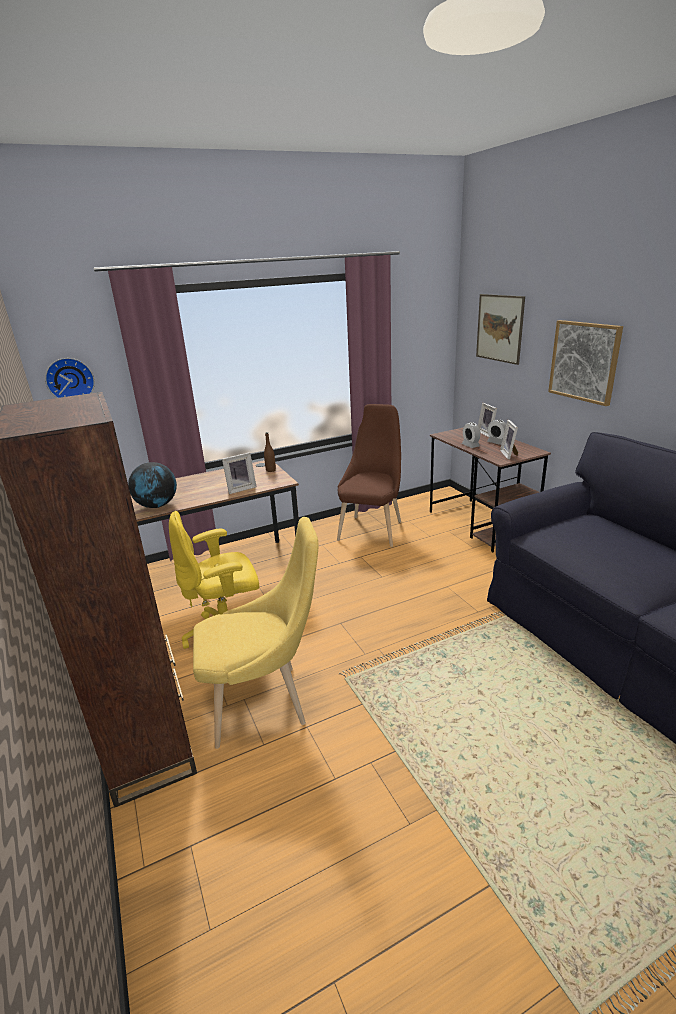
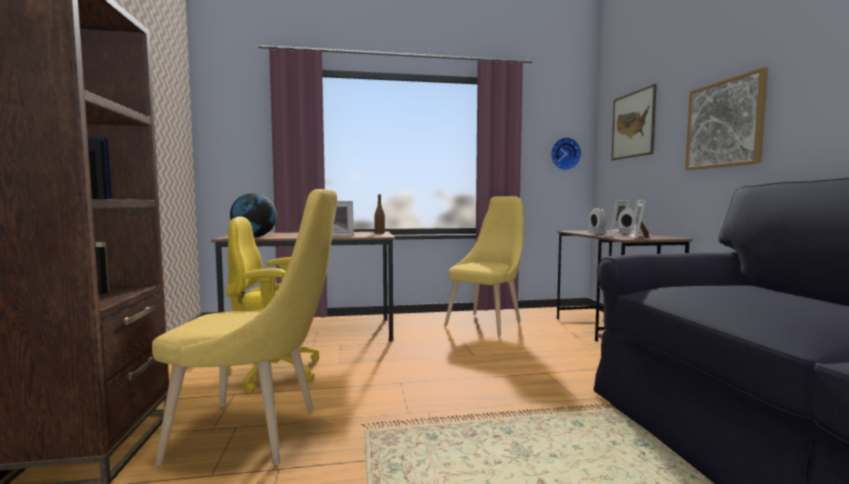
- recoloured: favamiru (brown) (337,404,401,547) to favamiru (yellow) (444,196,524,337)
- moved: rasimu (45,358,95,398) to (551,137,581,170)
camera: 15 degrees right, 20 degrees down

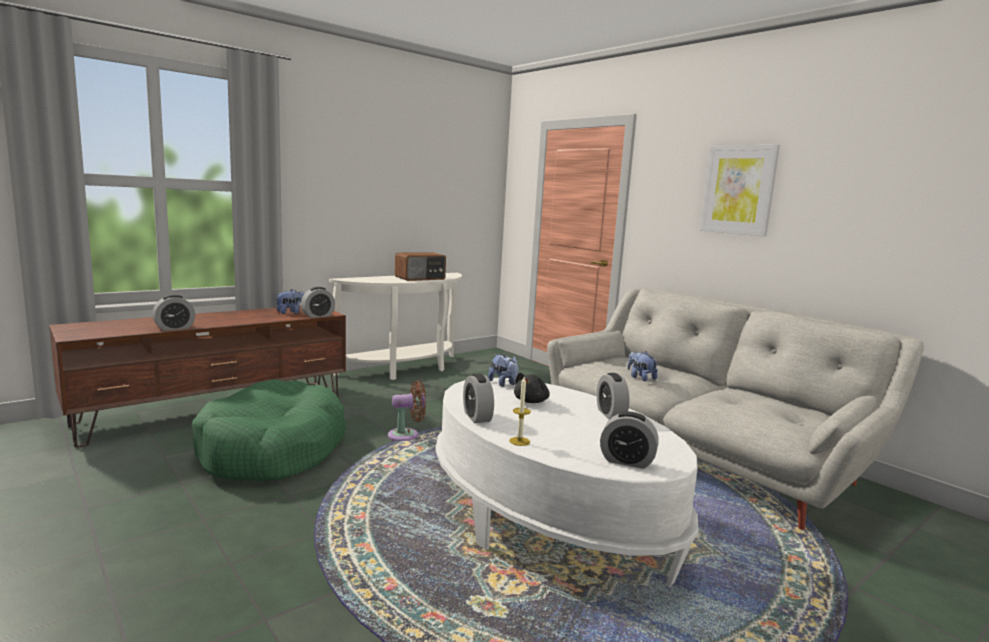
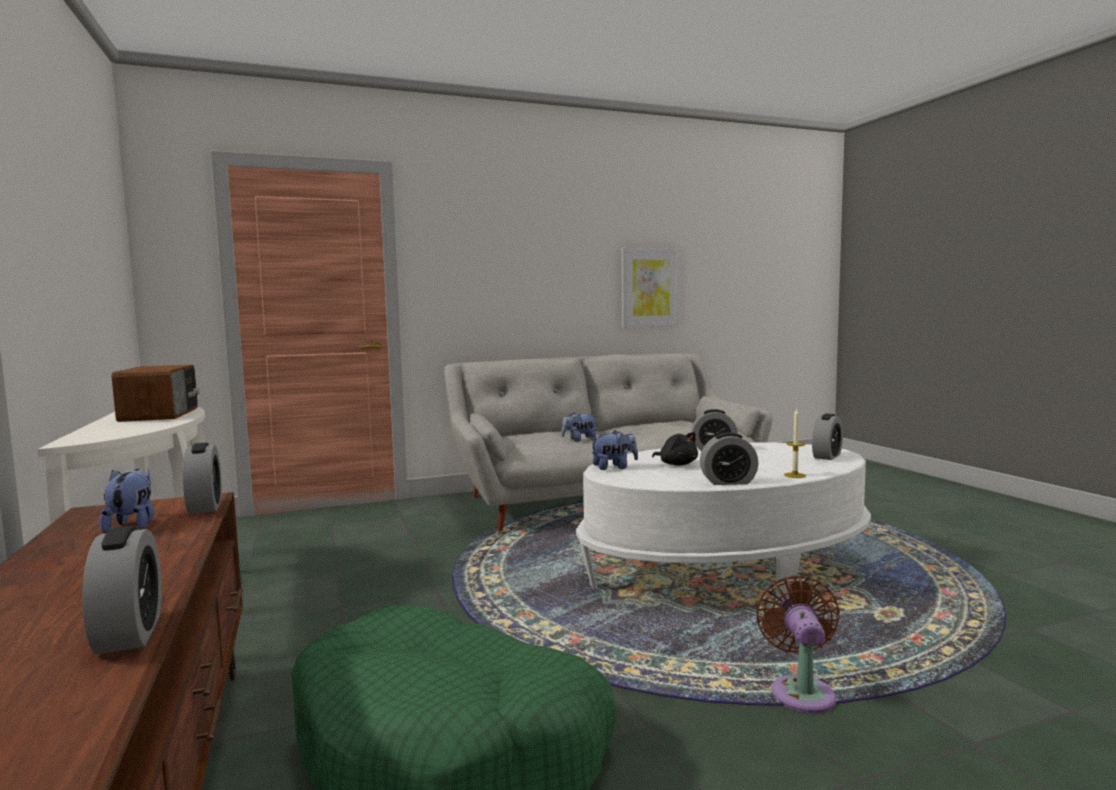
- moved: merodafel (700,144,780,237) to (621,248,680,328)
- moved: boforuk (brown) (388,380,426,441) to (756,575,840,714)
camera: 70 degrees left, 5 degrees down

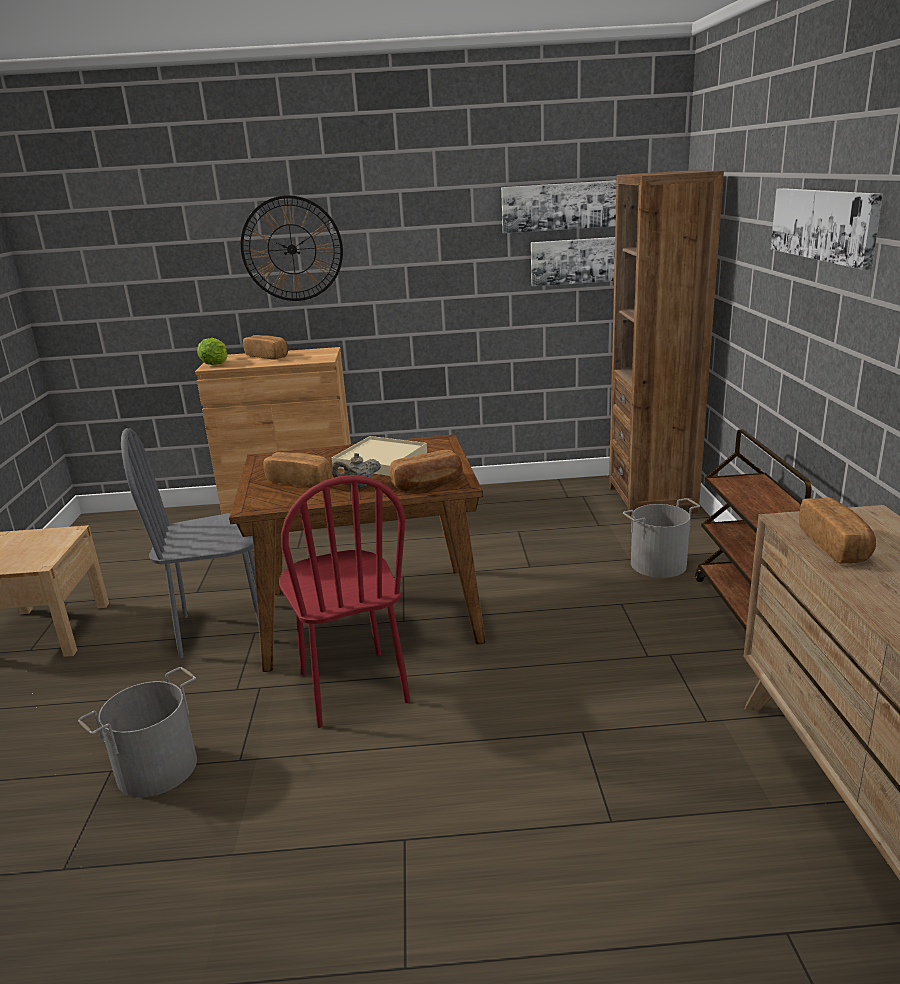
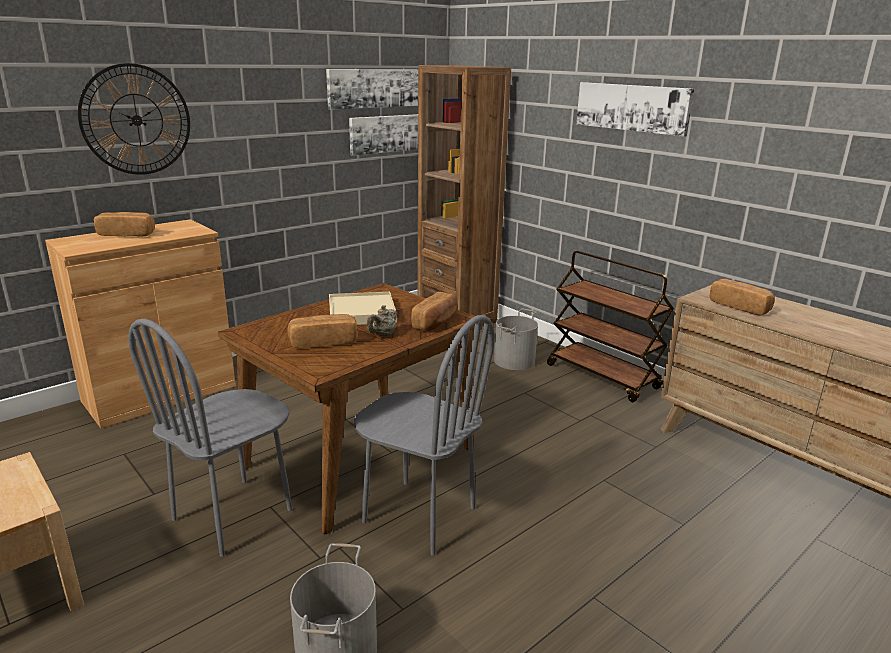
- recoloured: favamiru (red) (279,475,410,728) to favamiru (grey) (353,315,495,555)
- removed: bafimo (197,338,228,365)
camera: 40 degrees left, 0 degrees up

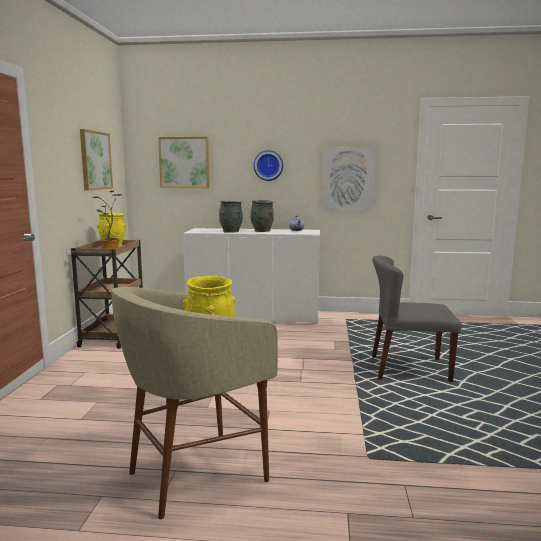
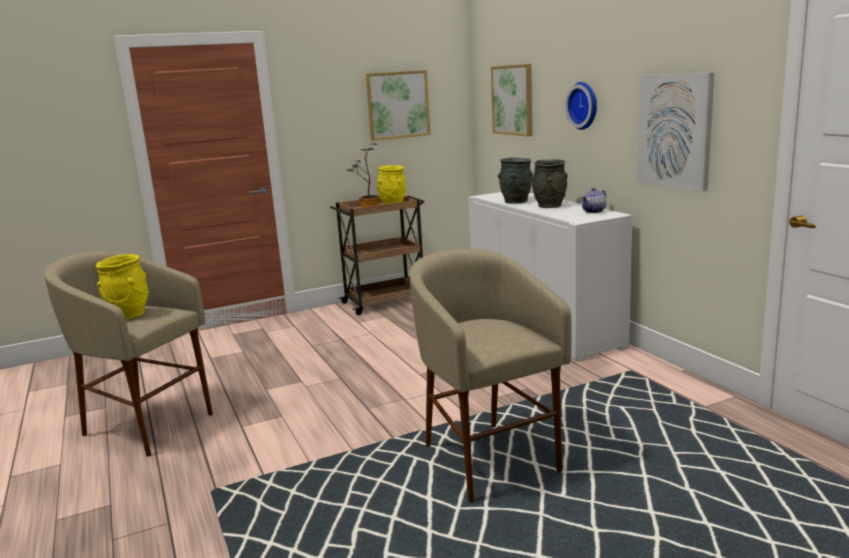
- replaced: favamiru (grey) (372,256,461,382) to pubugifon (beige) (409,248,571,503)
camera: 60 degrees right, 5 degrees up

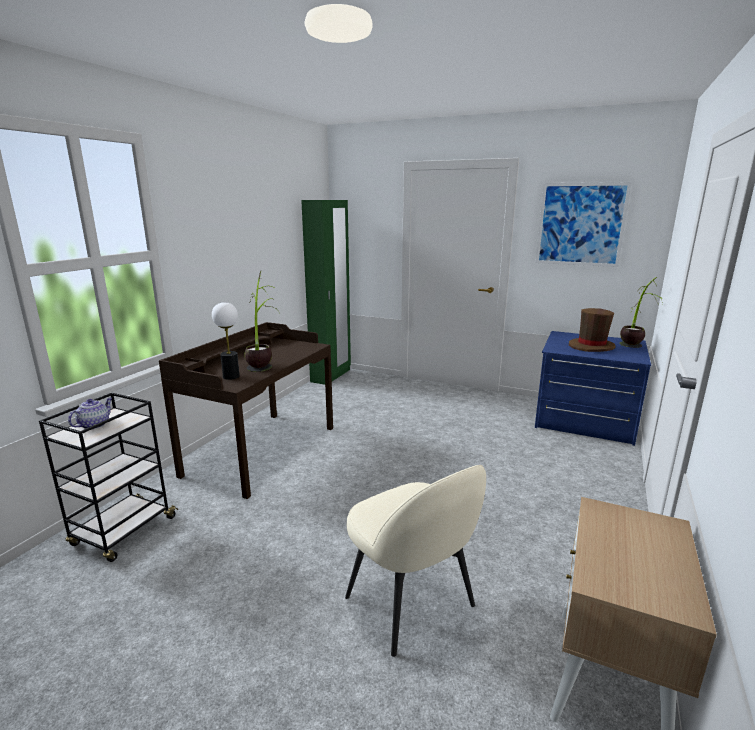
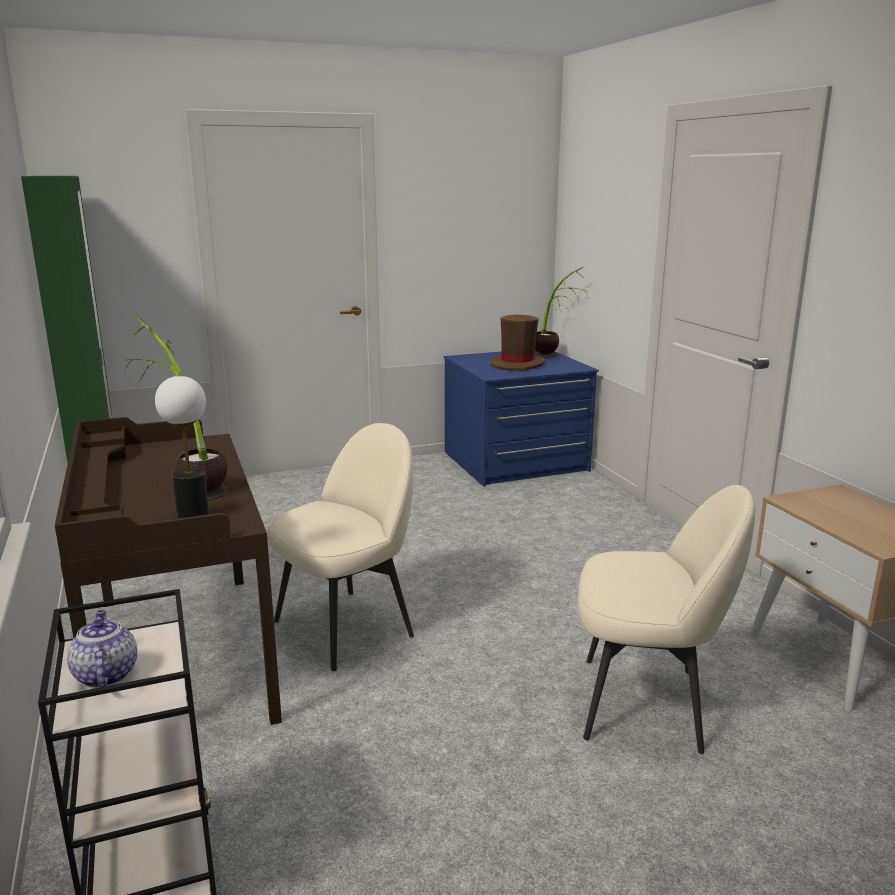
- added: favamiru (beige) (267,423,414,671)
- removed: merodafel (536,182,632,267)
camera: 45 degrees left, 0 degrees up

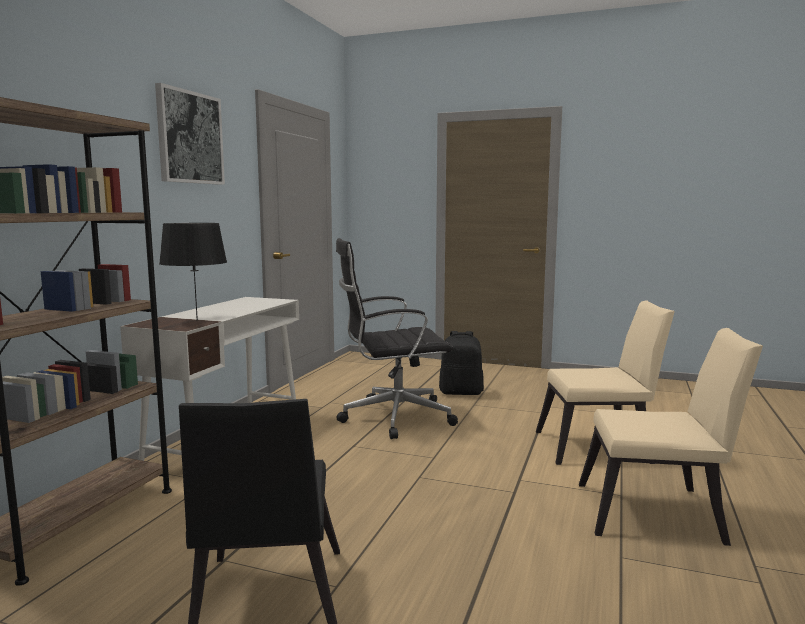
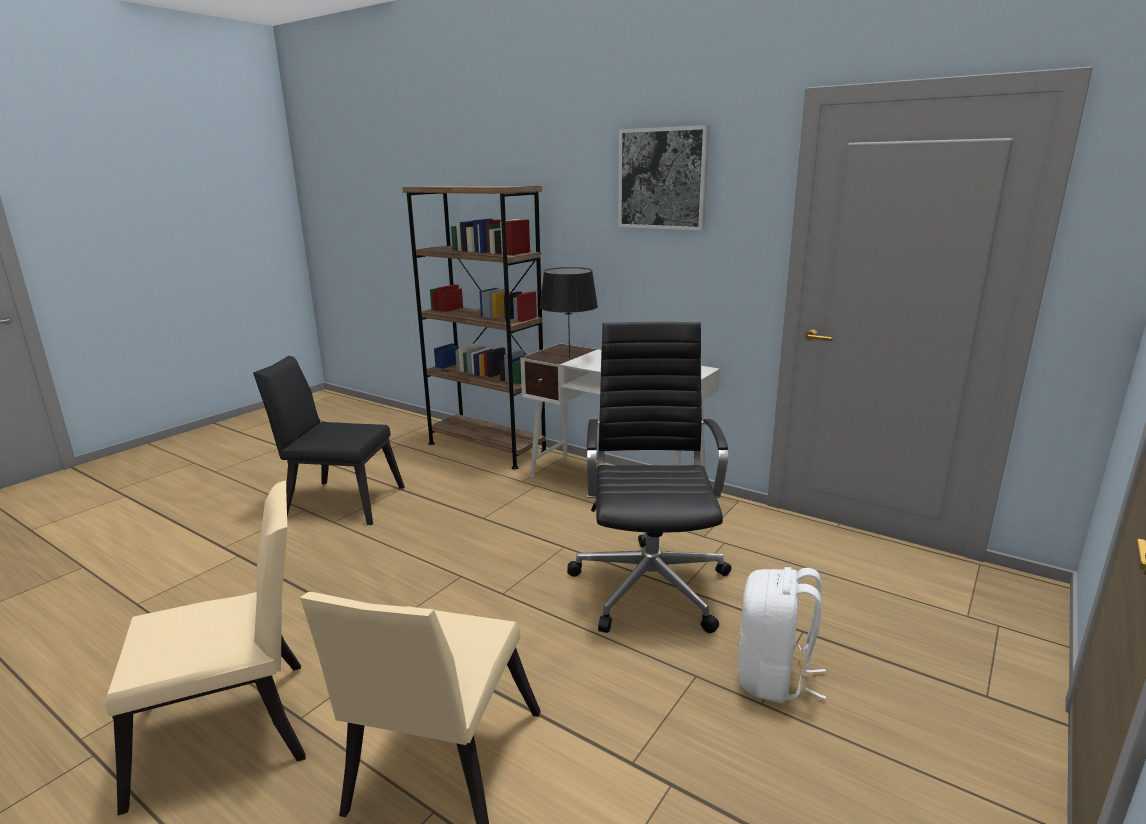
- turned: favamiru (beige) (579,328,763,546) = (105,481,306,815) 135 degrees counterclockwise
- recoloured: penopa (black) (439,331,484,395) to penopa (white) (738,567,826,703)
camera: 105 degrees right, 10 degrees up

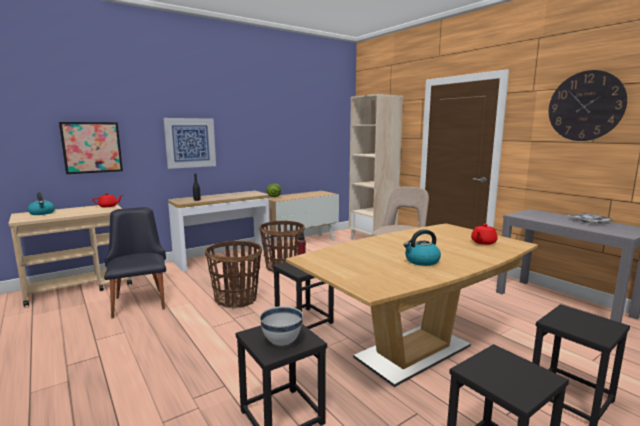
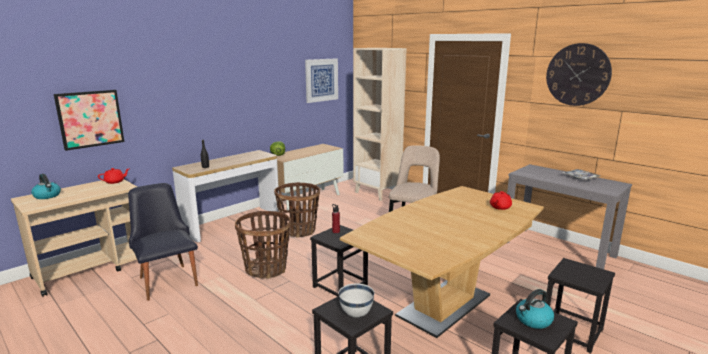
- moved: merodafel (163,118,216,169) to (305,58,338,103)
- moved: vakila (403,229,441,266) to (516,289,554,329)
camera: 10 degrees left, 5 degrees up

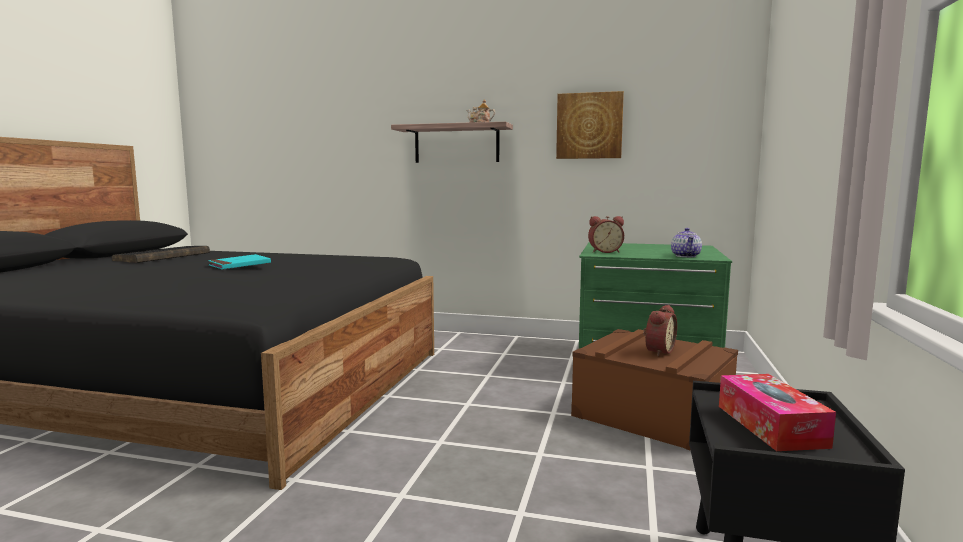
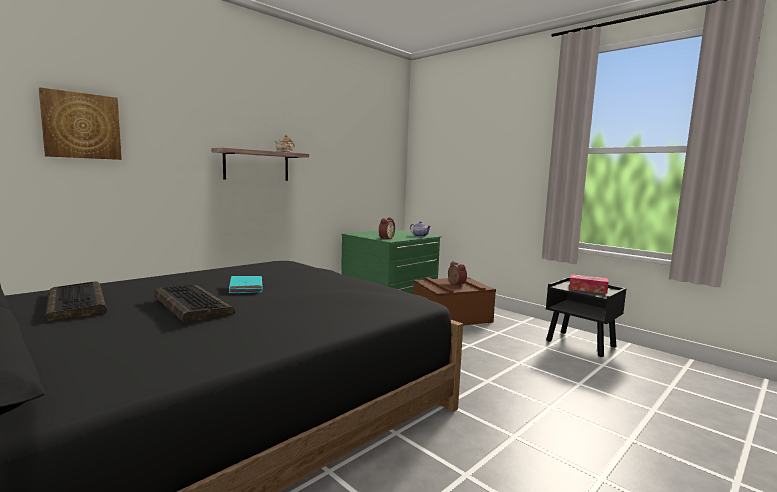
- moved: merodafel (556,91,624,159) to (39,87,122,160)
- added: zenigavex (154,285,235,323)
camera: 60 degrees left, 0 degrees up

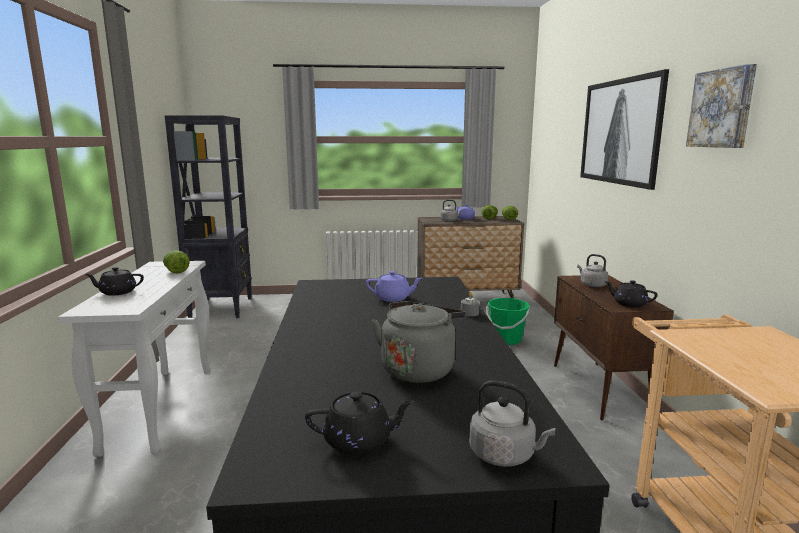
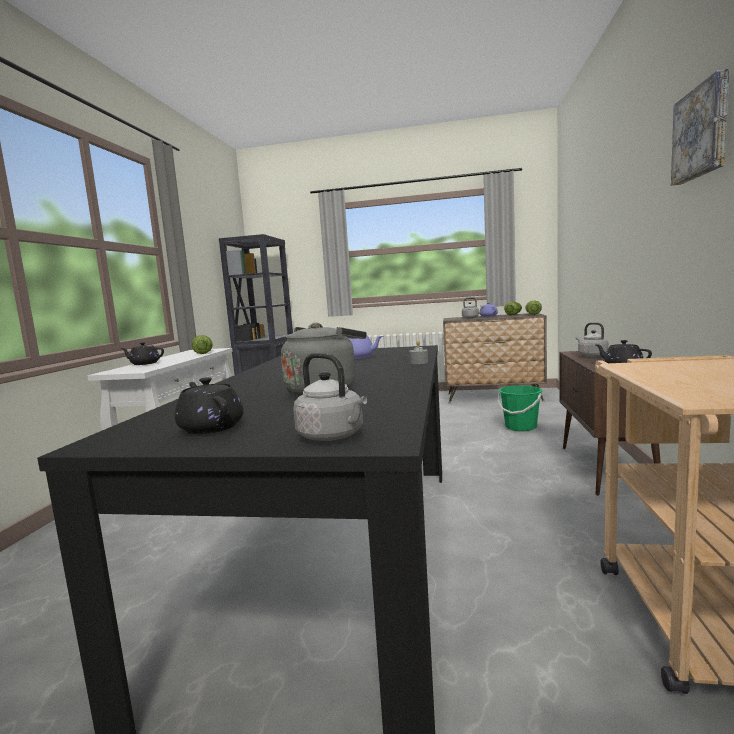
- turned: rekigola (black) (305,392,414,455) = (175,377,244,434) 135 degrees counterclockwise
- removed: merodafel (580,69,669,190)
camera: 15 degrees right, 5 degrees down

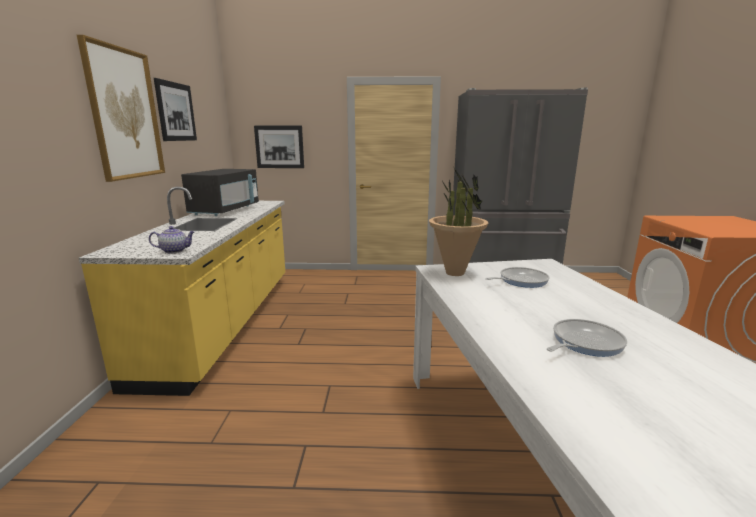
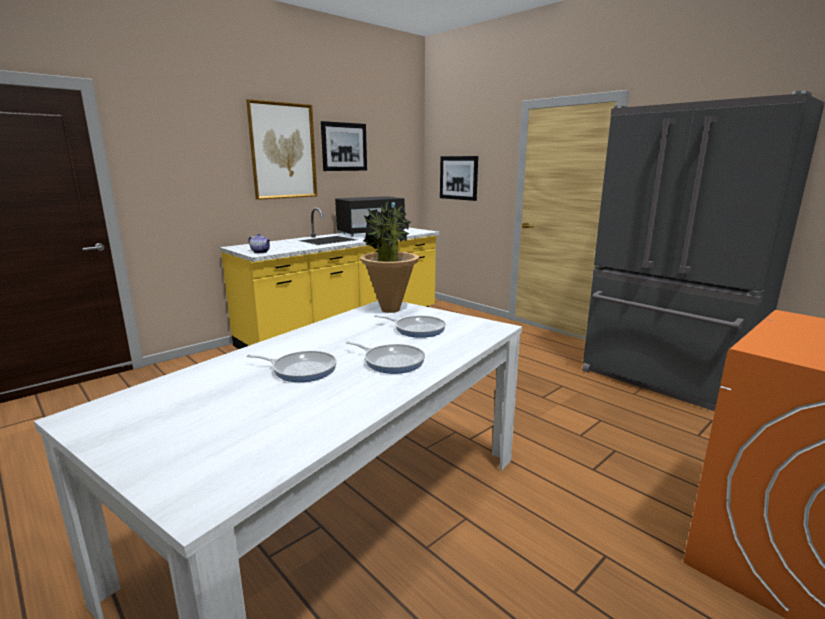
- added: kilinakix (346,341,425,374)
camera: 45 degrees right, 0 degrees up

